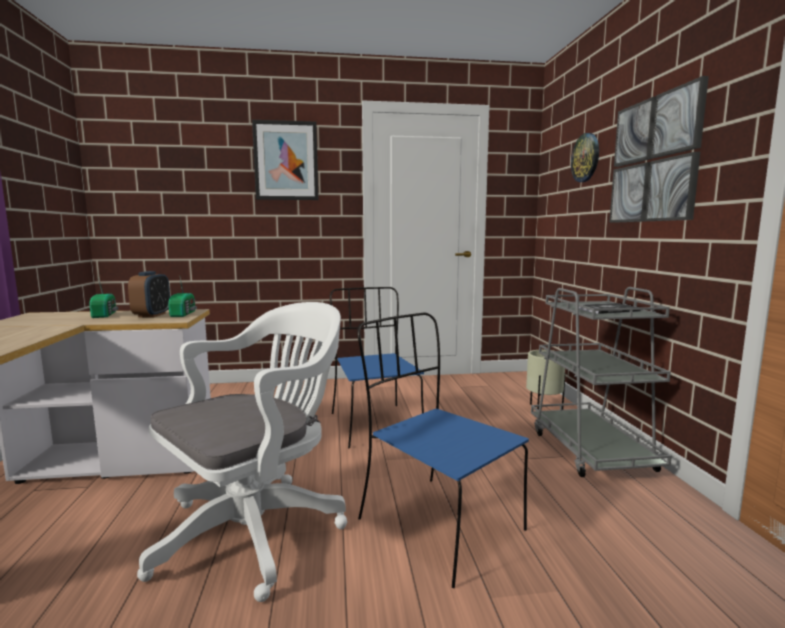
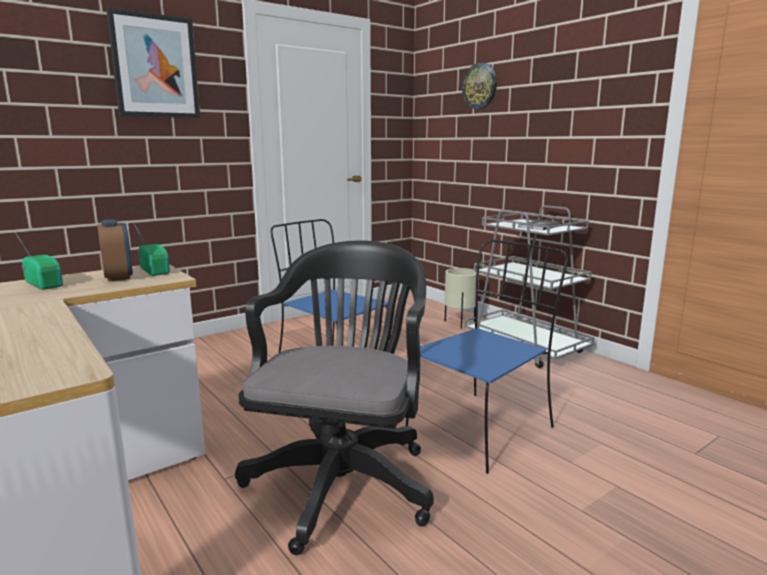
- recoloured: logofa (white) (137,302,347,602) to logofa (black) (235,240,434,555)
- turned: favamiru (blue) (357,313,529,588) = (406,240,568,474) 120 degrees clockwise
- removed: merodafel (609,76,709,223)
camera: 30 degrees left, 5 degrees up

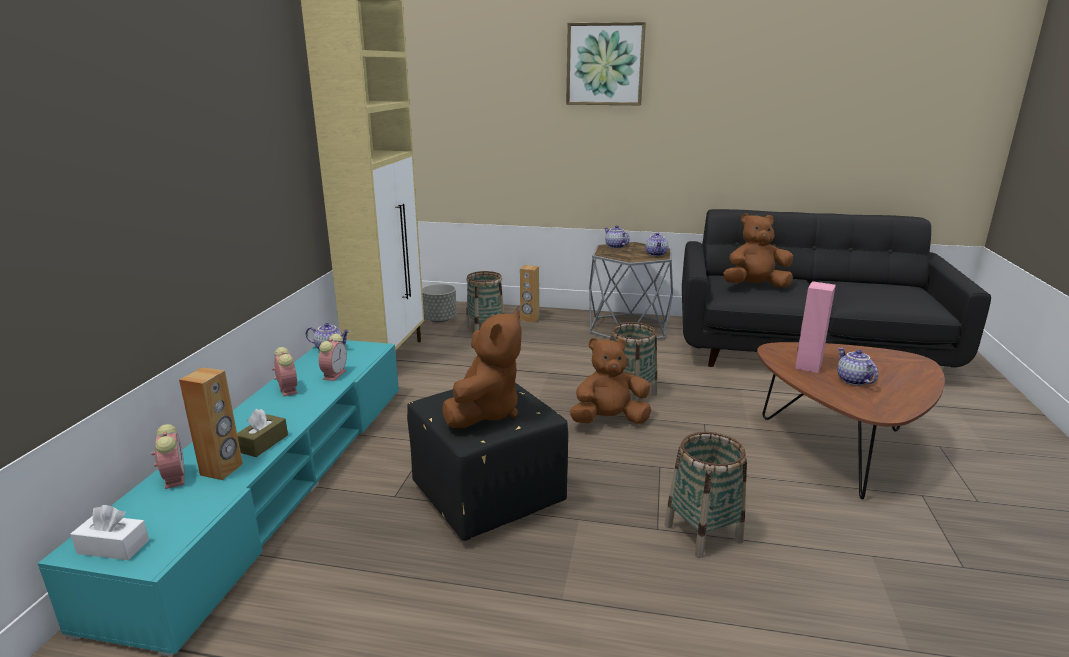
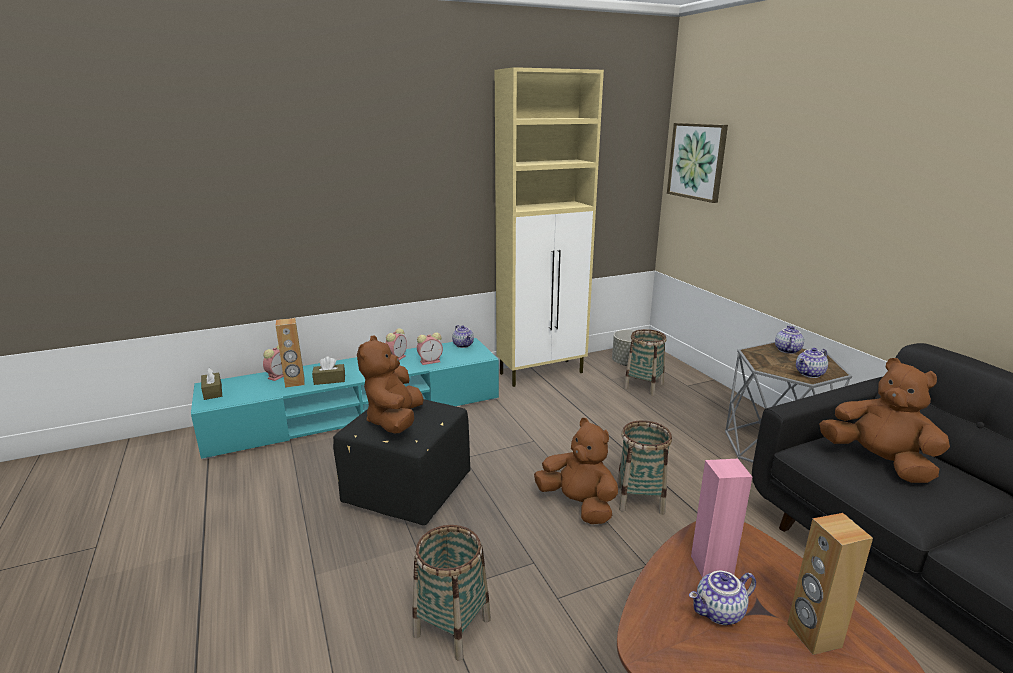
- recoloured: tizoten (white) (71,505,149,560) to tizoten (brown) (201,368,222,400)
- turned: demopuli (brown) (442,310,522,428) = (357,335,424,433) 105 degrees clockwise
- moved: merodafel (566,22,646,105) to (667,123,728,203)
- turned: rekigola (837,348,878,385) = (689,571,756,625) 150 degrees counterclockwise
- moved: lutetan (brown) (520,265,539,323) to (787,513,873,655)
camera: 55 degrees right, 0 degrees up

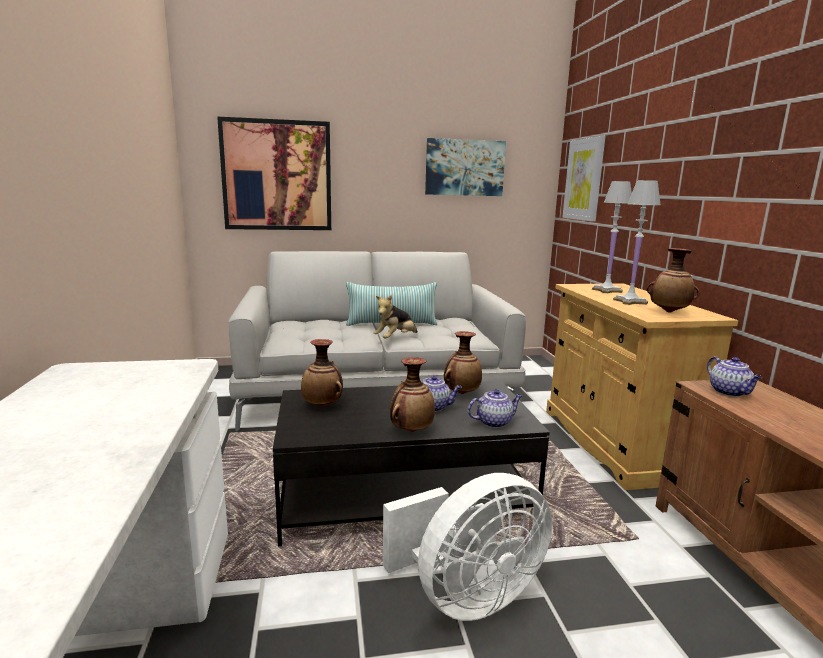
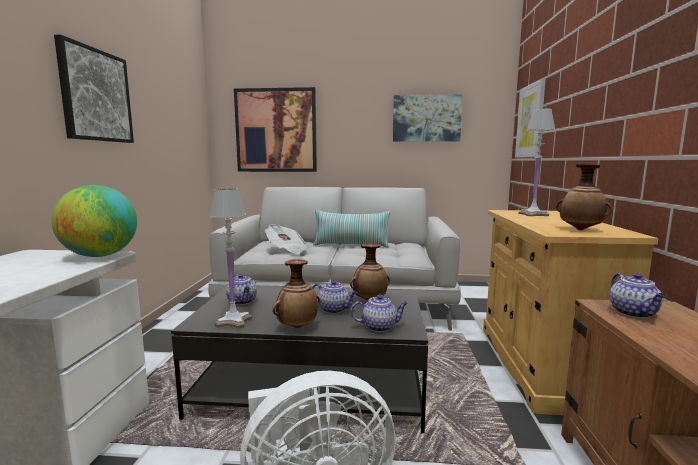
- added: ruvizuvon (51,185,137,257)
- added: merodafel (54,35,134,143)
- moved: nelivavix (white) (613,180,661,305) to (209,188,252,328)
- replaced: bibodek (301,339,343,407) to rekigola (226,274,257,305)
- added: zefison (265,224,308,254)
- removed: demopuli (373,295,417,339)
camera: 15 degrees right, 5 degrees down

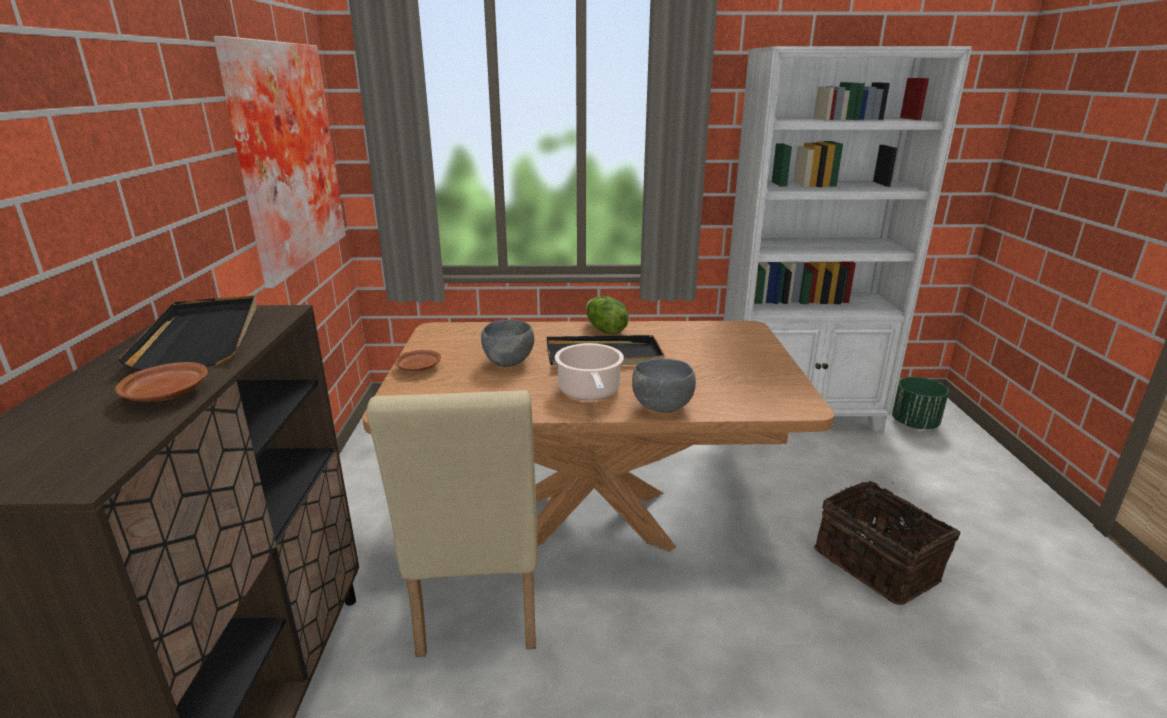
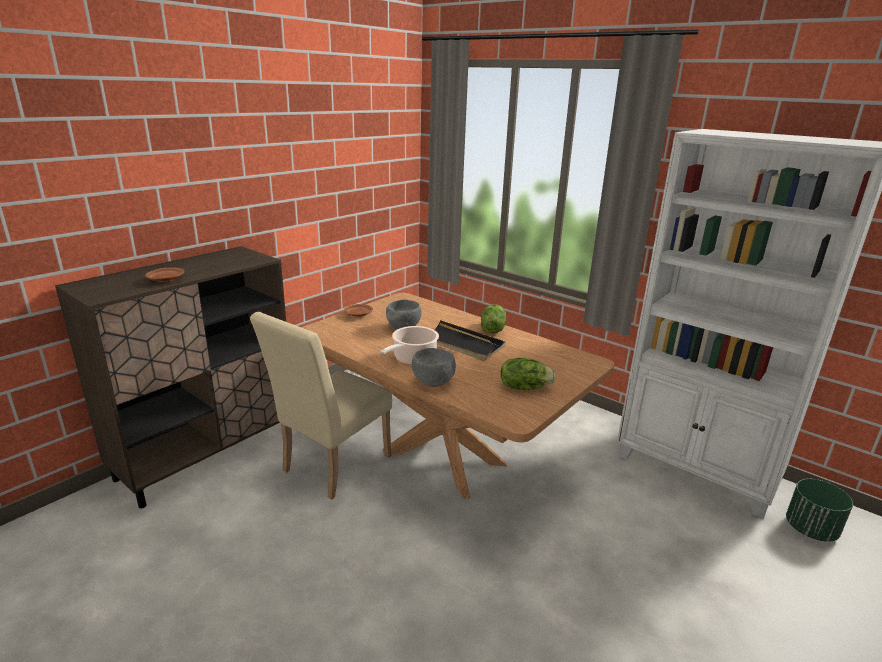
- added: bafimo (500,358,556,390)
- removed: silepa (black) (118,295,257,370)
- removed: merodafel (214,36,346,288)
- removed: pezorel (814,481,960,605)
camera: 40 degrees right, 0 degrees up

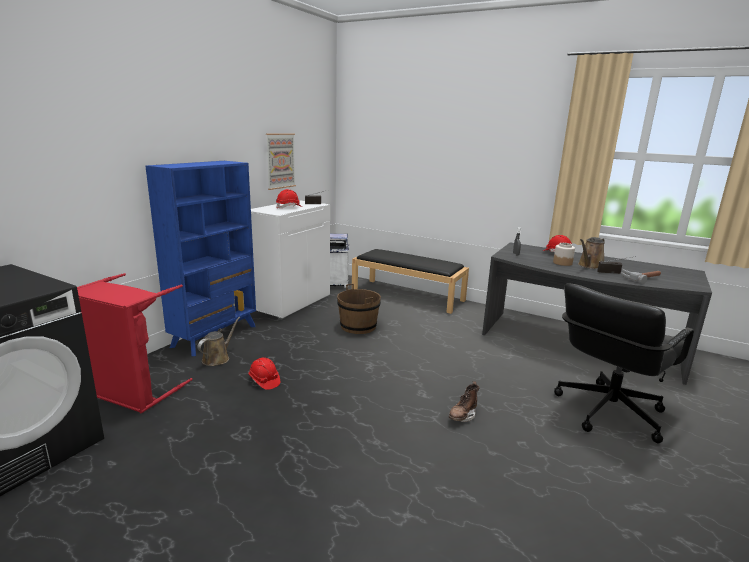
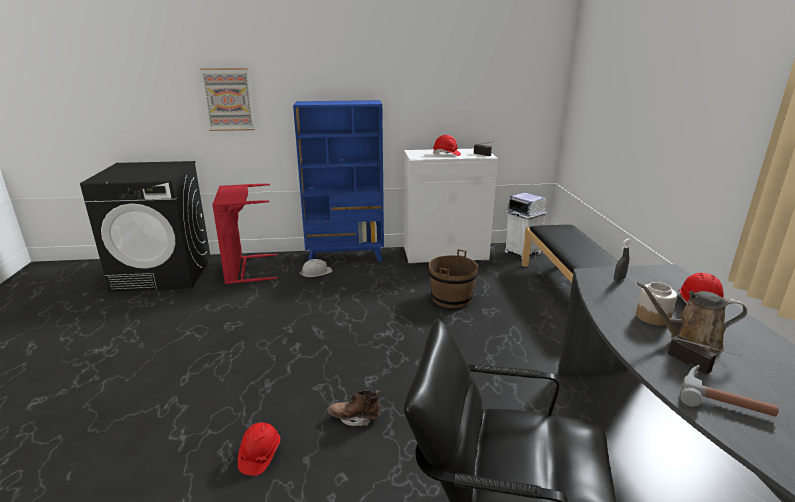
- moved: merodafel (266,134,296,190) to (200,68,255,131)
- moved: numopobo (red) (249,358,280,390) to (238,422,280,476)
- replaced: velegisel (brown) (197,317,240,366) to numopobo (white) (300,259,332,277)
camera: 55 degrees right, 5 degrees up

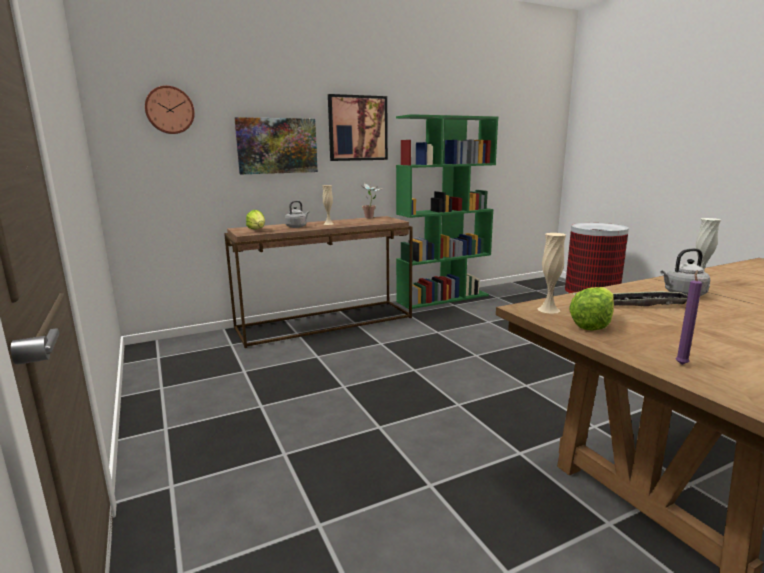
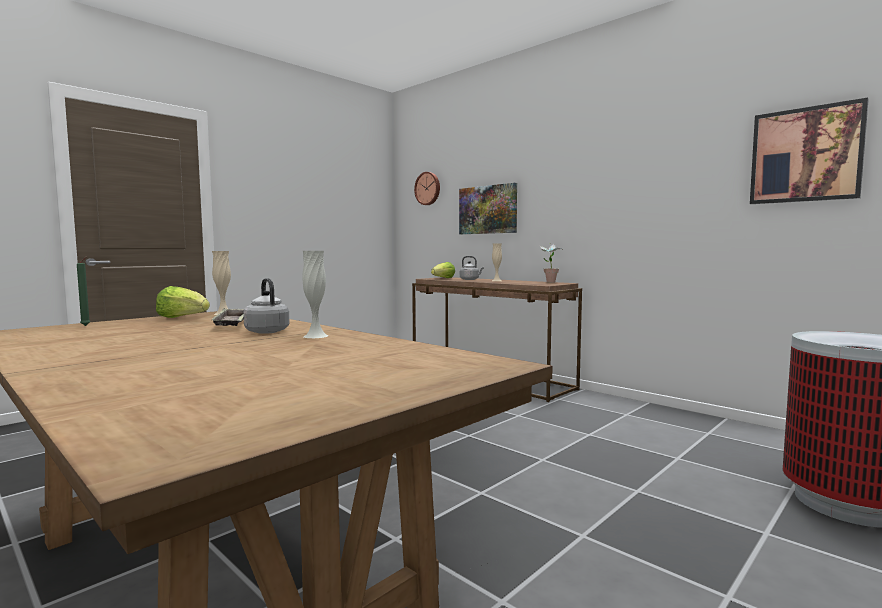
- recoloured: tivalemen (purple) (676,270,702,365) to tivalemen (green) (77,257,90,326)
- moved: merodafel (328,94,388,161) to (750,98,869,204)
- removed: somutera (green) (396,114,498,309)
camera: 70 degrees right, 10 degrees down

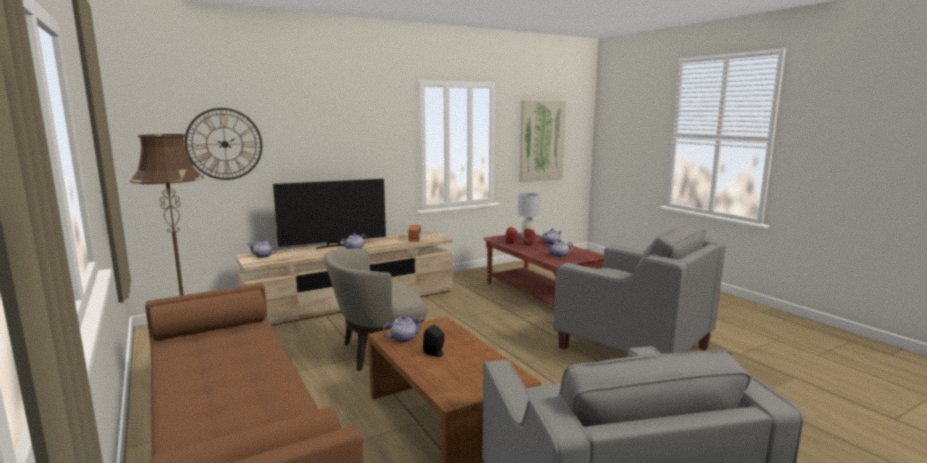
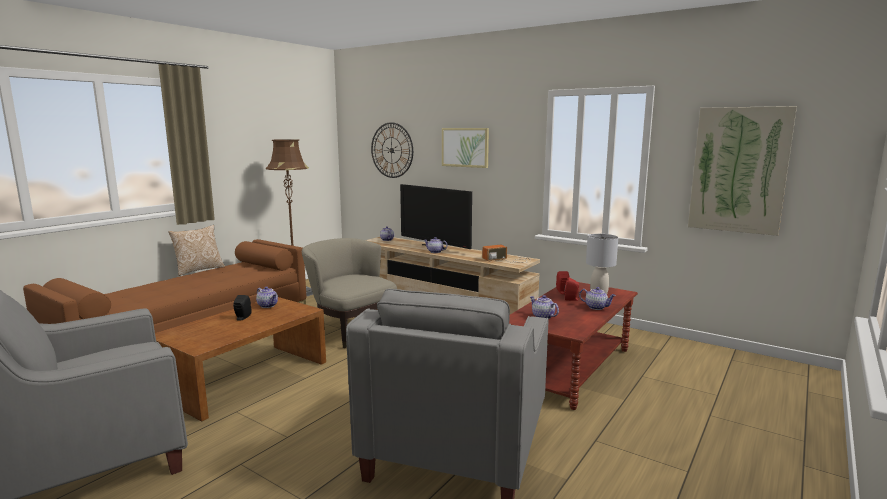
- added: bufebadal (168,225,225,276)
- added: merodafel (442,128,489,168)
camera: 65 degrees right, 0 degrees up

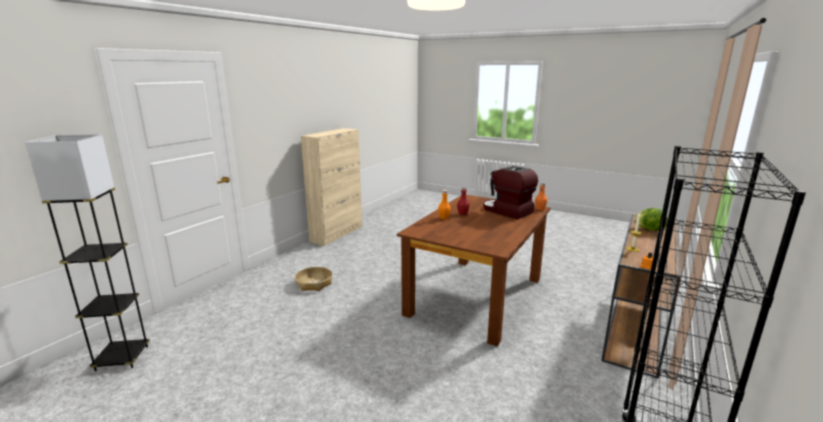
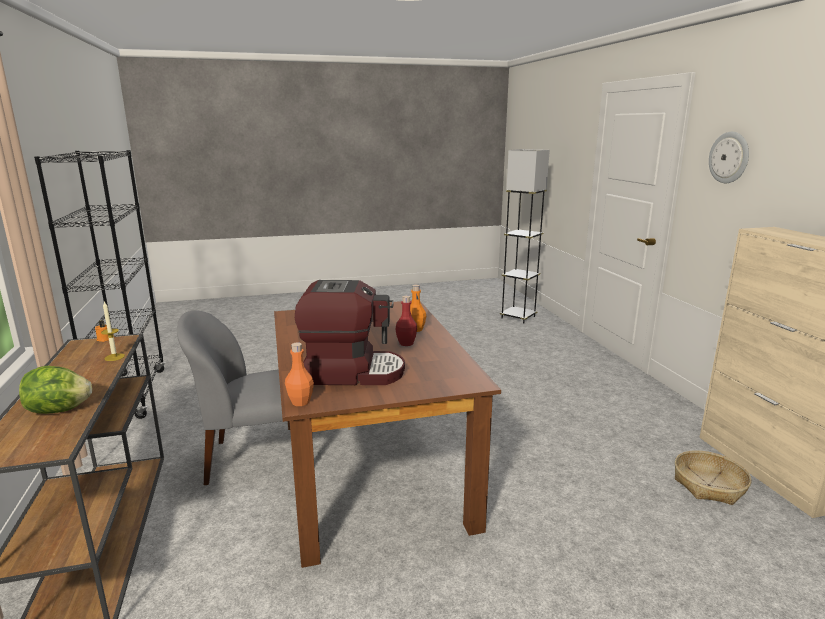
- added: favamiru (grey) (177,311,283,485)
- moved: pezorel (295,267,332,291) to (675,450,752,505)
- added: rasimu (709,132,749,183)
camera: 135 degrees right, 0 degrees up

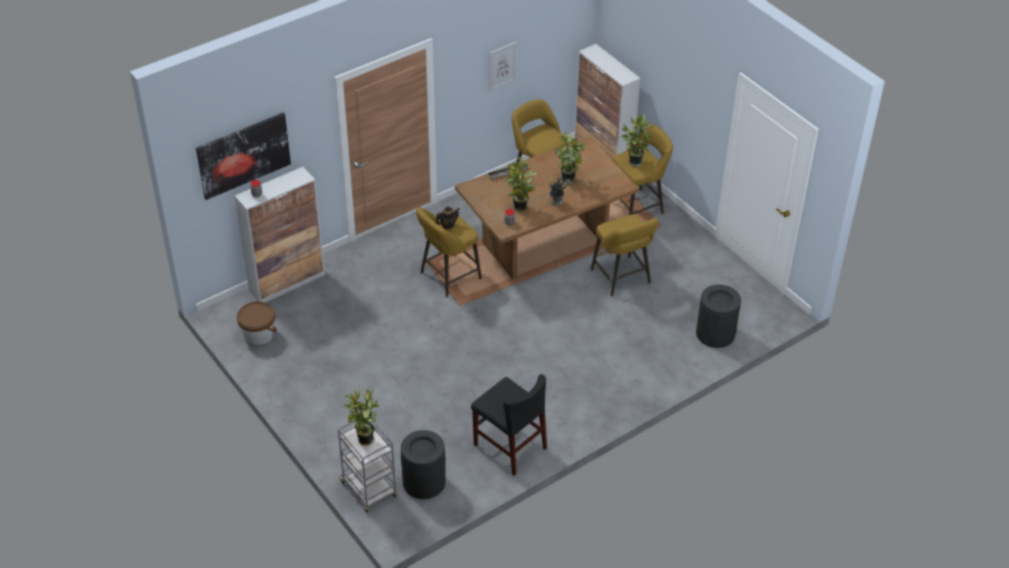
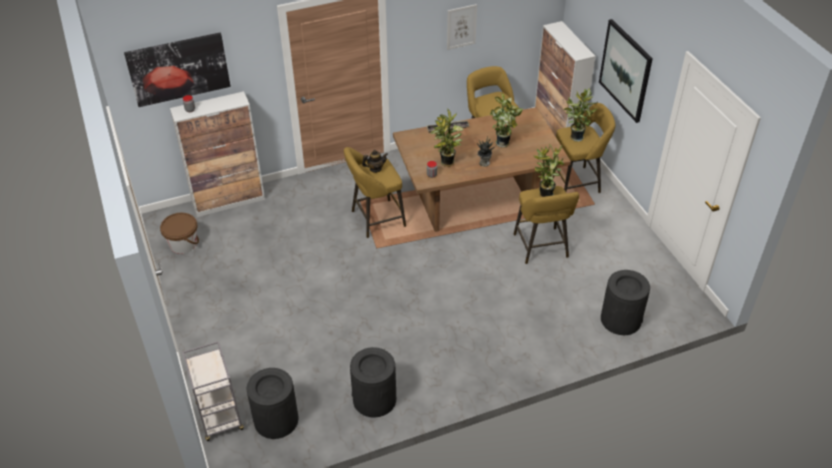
- replaced: favamiru (black) (471,374,547,476) to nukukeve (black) (350,347,396,418)
- moved: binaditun (343,388,380,446) to (533,143,564,197)
- added: merodafel (599,19,653,123)
camera: 15 degrees right, 0 degrees up

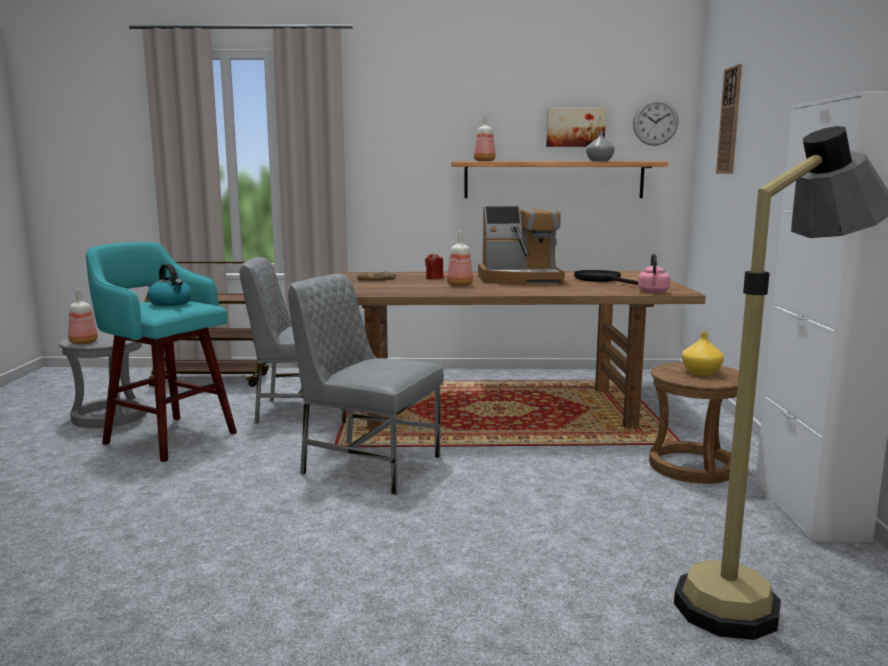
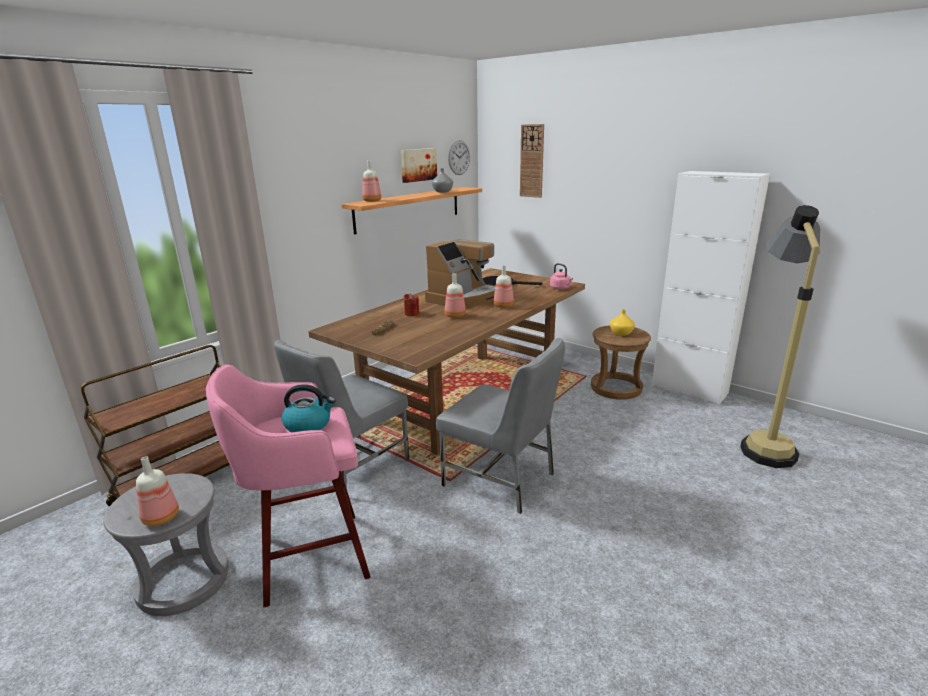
- recoloured: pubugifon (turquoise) (86,242,237,462) to pubugifon (pink) (206,364,371,607)
- turned: favamiru (grey) (288,274,444,495) = (436,338,565,514) 120 degrees counterclockwise
- added: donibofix (494,265,514,308)
camera: 50 degrees left, 10 degrees up

